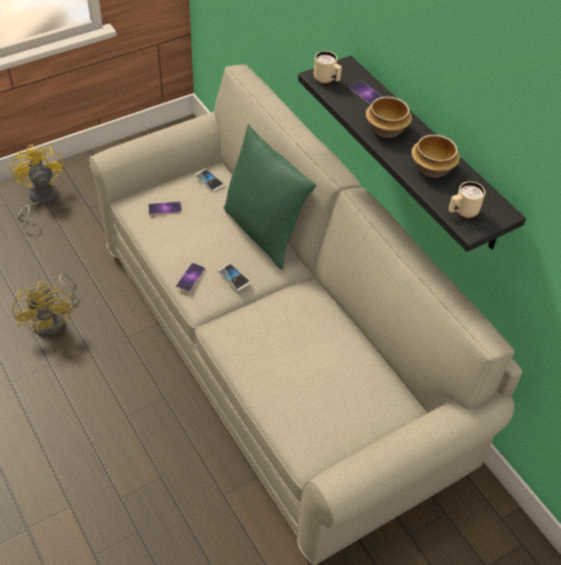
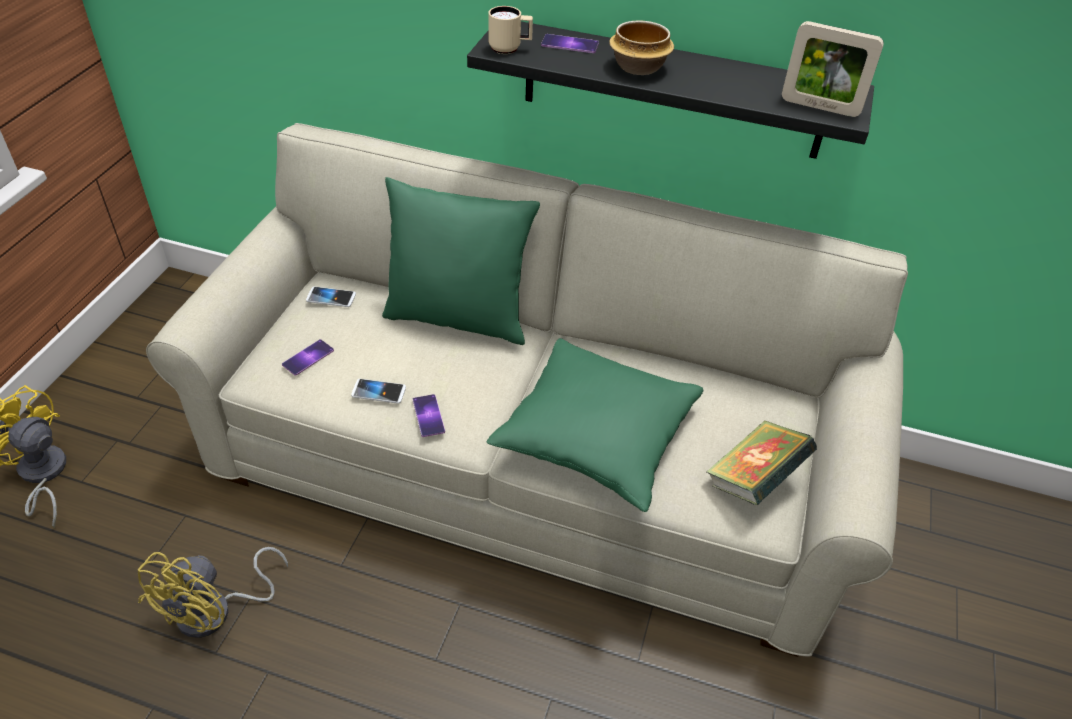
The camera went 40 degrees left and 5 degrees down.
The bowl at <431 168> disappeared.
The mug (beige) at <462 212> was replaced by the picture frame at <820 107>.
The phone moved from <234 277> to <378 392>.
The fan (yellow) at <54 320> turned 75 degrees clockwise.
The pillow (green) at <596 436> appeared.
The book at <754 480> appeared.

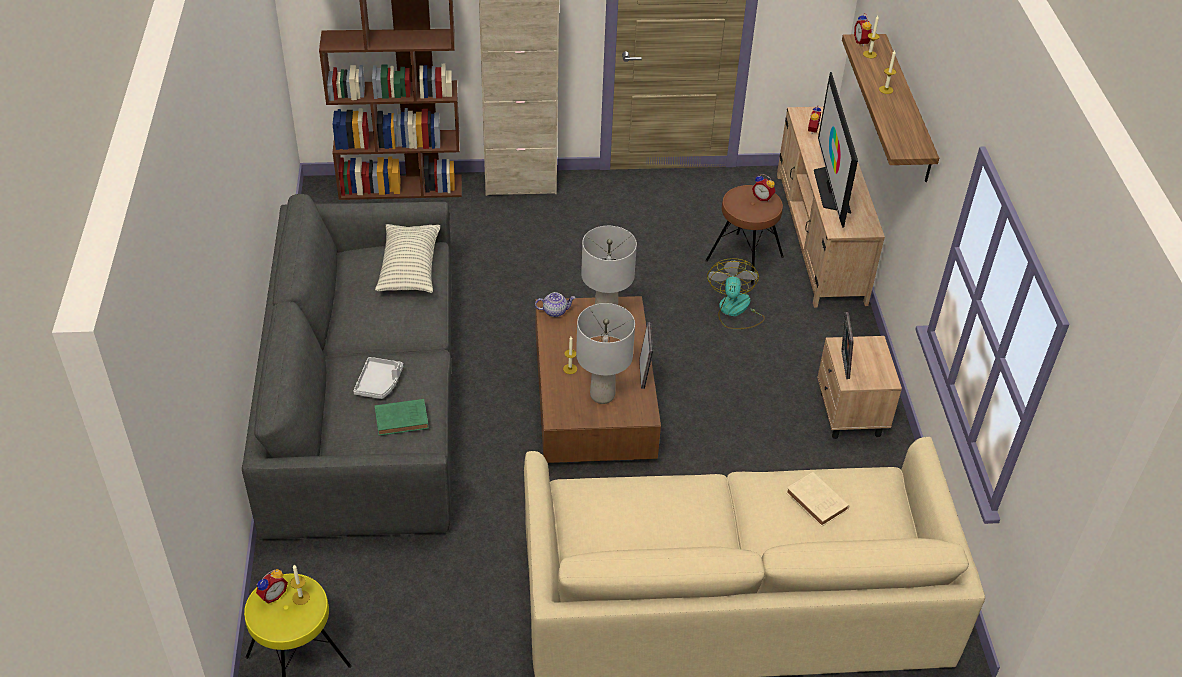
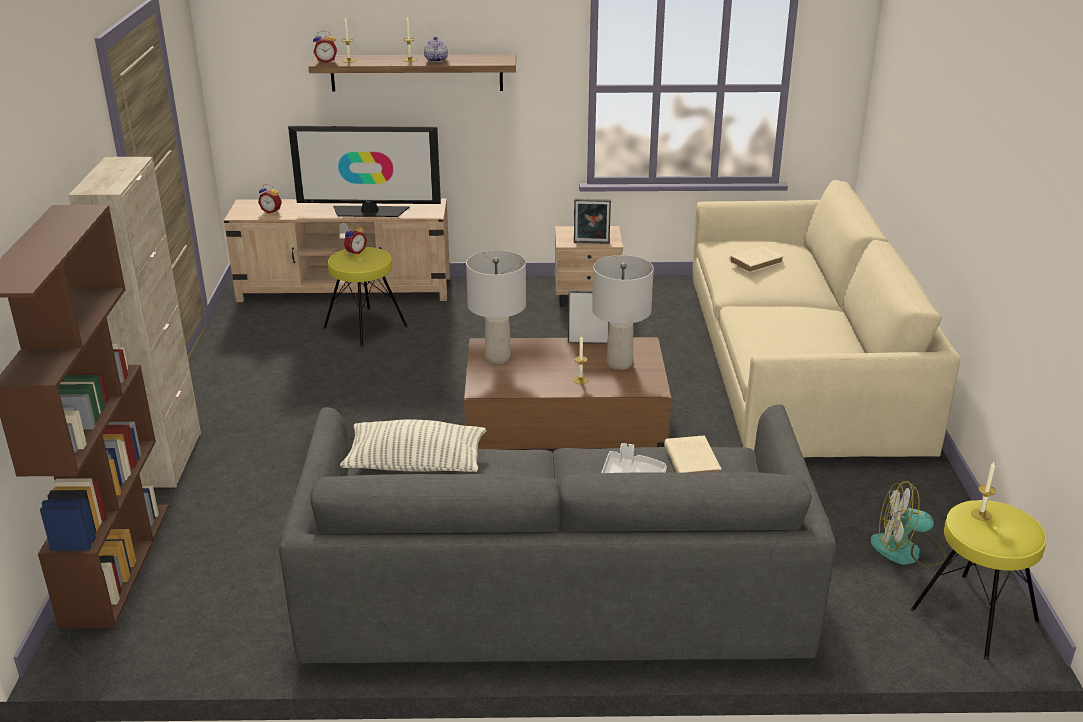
The camera went 85 degrees left and 15 degrees down.
The stool (brown) at <745 258> became the stool (yellow) at <365 327>.
The fan moved from <735 311> to <907 551>.
The teapot moved from <555 311> to <435 60>.
The book (green) at <403 419> became the book (beige) at <691 461>.
The alarm clock at <272 595> disappeared.

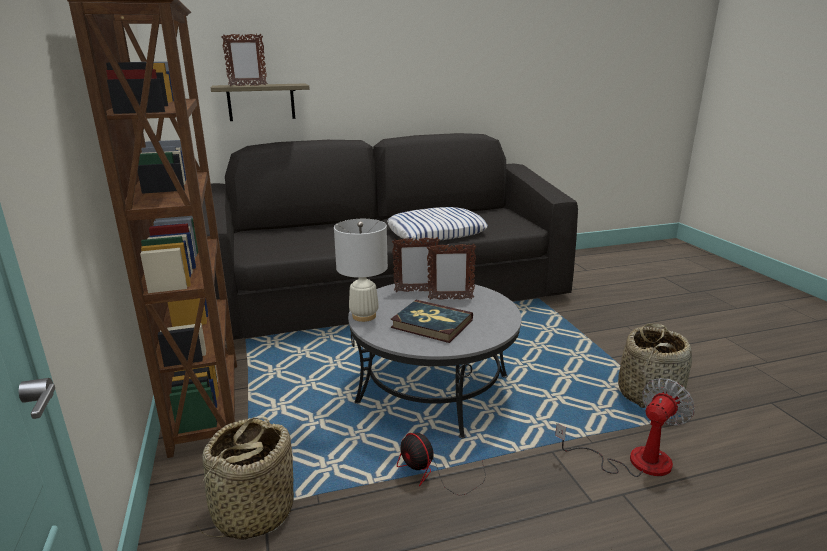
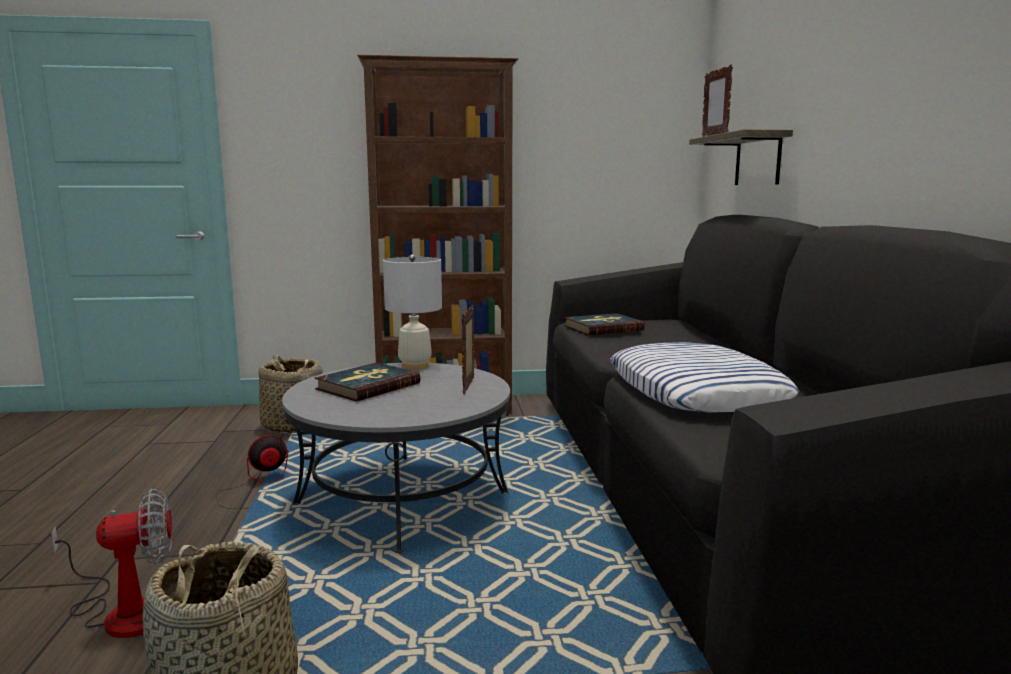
The camera went 100 degrees right and 10 degrees down.
The picture frame at <450 299> disappeared.
The fan at <634 461> turned 75 degrees counterclockwise.
The book at <603 328> appeared.

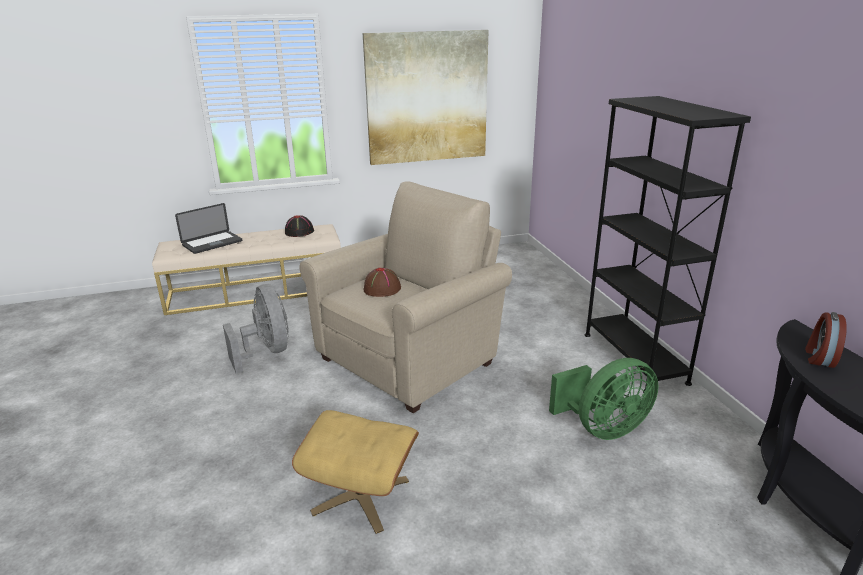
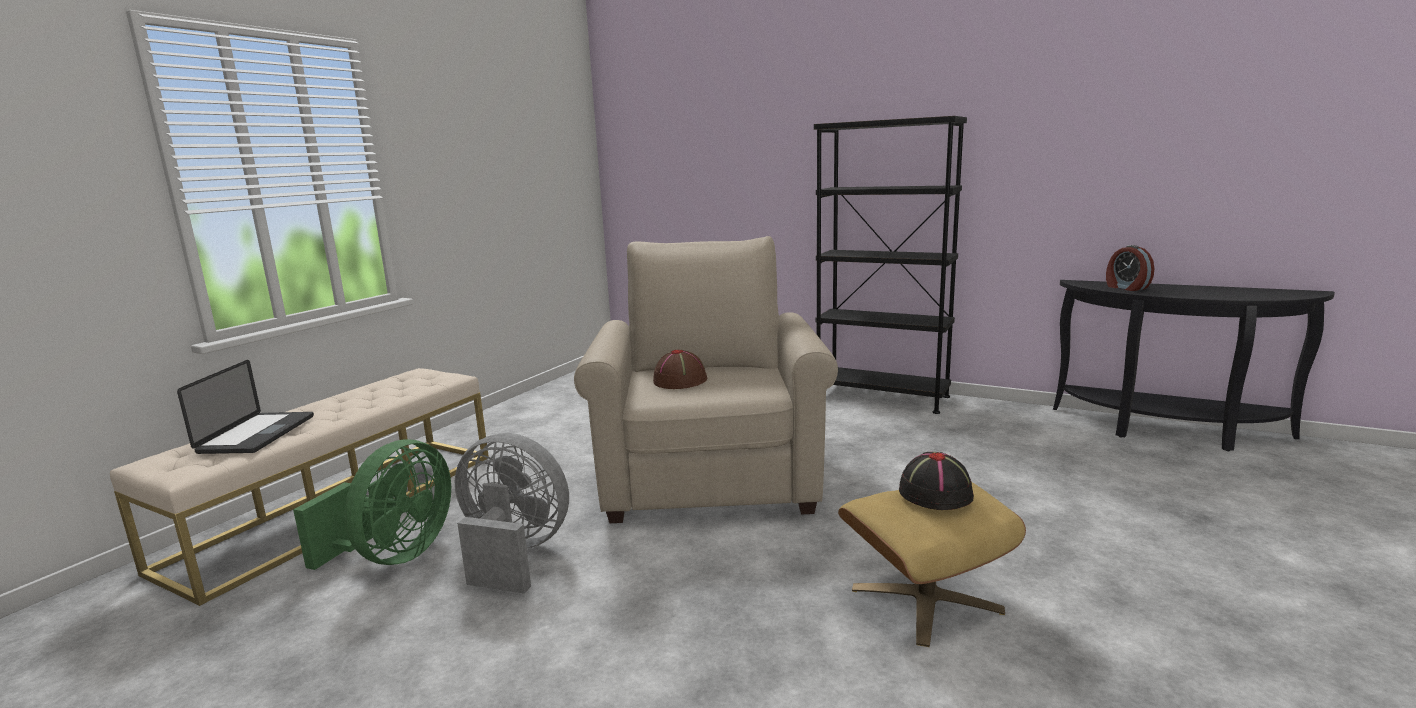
The camera went 45 degrees left and 10 degrees down.
The picture at <427 98> disappeared.
The hat (black) moved from <299 232> to <935 492>.
The fan (green) moved from <603 428> to <395 555>.

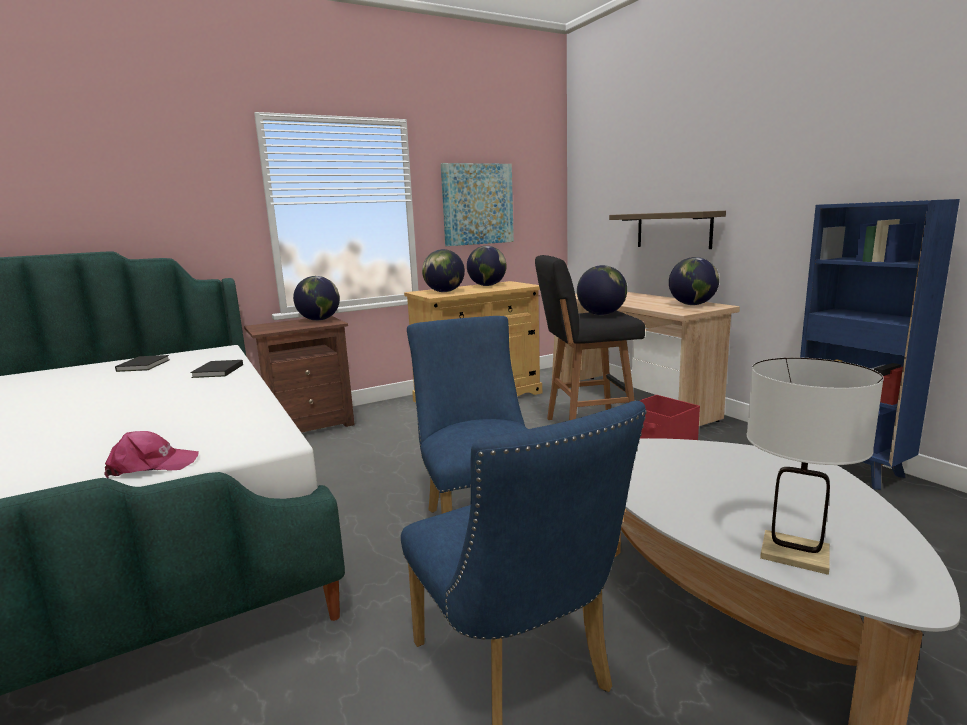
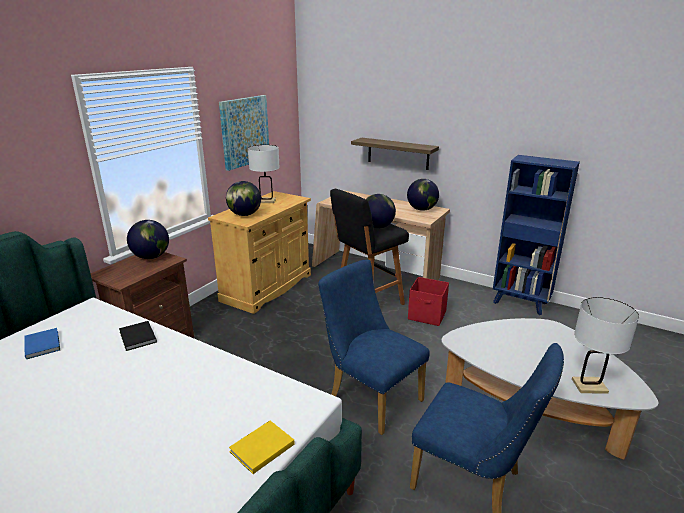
The camera went 30 degrees left and 10 degrees up.
The globe at <487 285> was replaced by the table lamp (white) at <266 201>.
The book (black) at <145 365> became the book (blue) at <43 344>.
The cap (pink) at <151 466> was replaced by the book (yellow) at <260 448>.

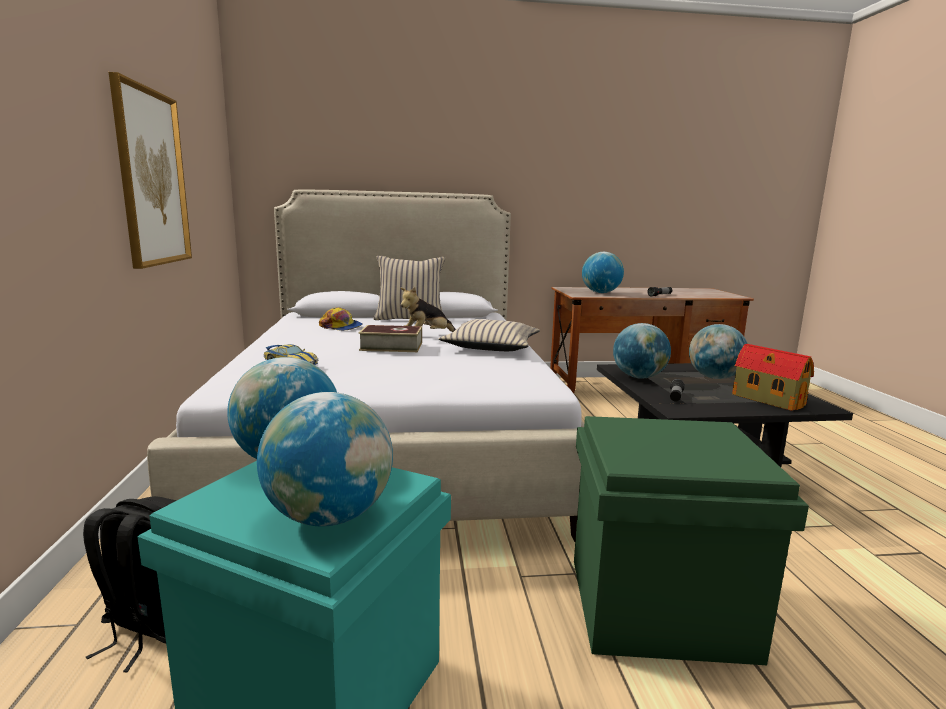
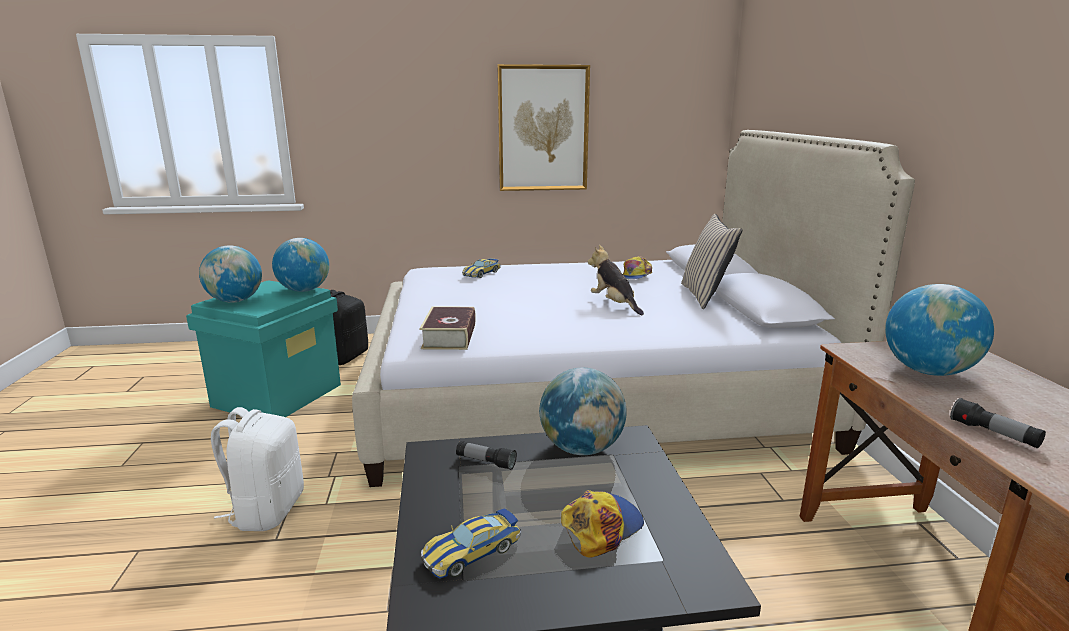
The camera went 90 degrees right and 5 degrees up.
The pillow (beige) at <491 347> disappeared.
The globe at <714 377> was replaced by the cap at <601 526>.
The book moved from <391 346> to <449 336>.
The toy house at <766 399> was replaced by the toy car at <472 551>.
The storage box (green) at <656 607> was replaced by the backpack (white) at <266 510>.

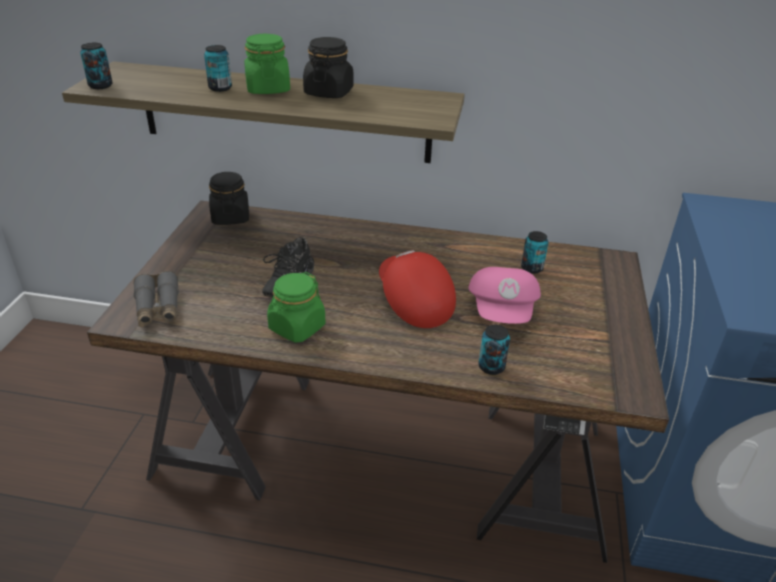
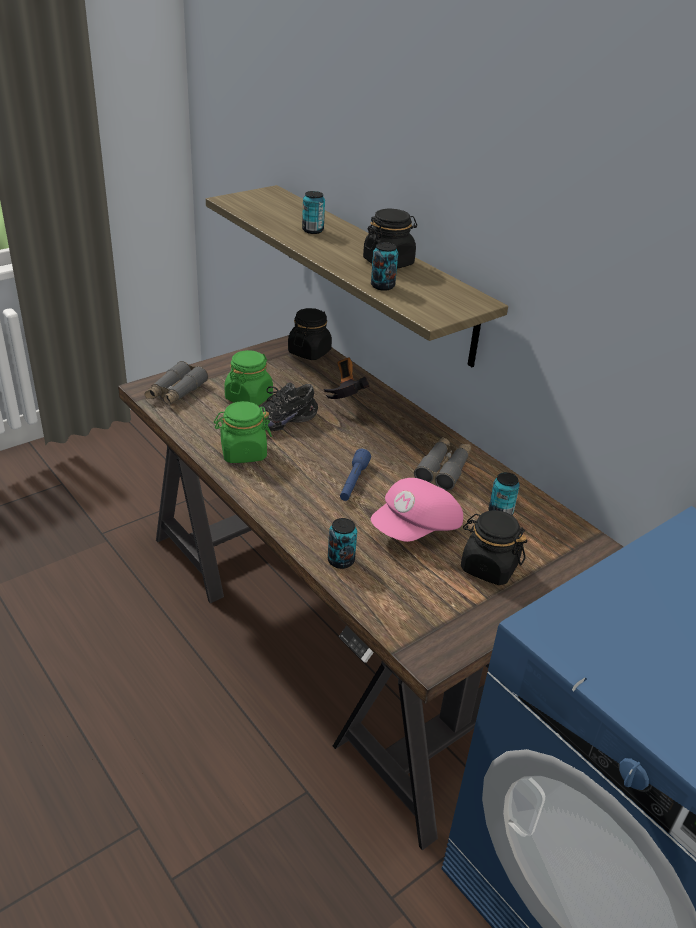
The camera went 40 degrees right and 0 degrees up.
The jar (green) moved from <268 89> to <249 397>.
The can moved from <100 86> to <382 286>.
The cap (red) at <413 302> was replaced by the flashlight (blue) at <353 482>.
The hammer at <340 390> appeared.
The binoculars (grey) at <443 469> appeared.
The jar (black) at <488 567> appeared.

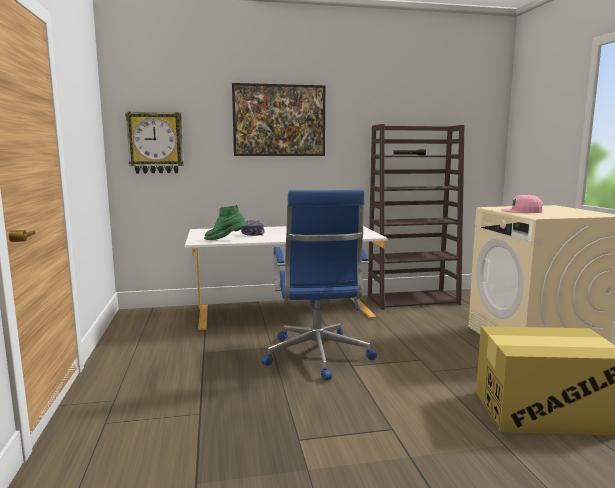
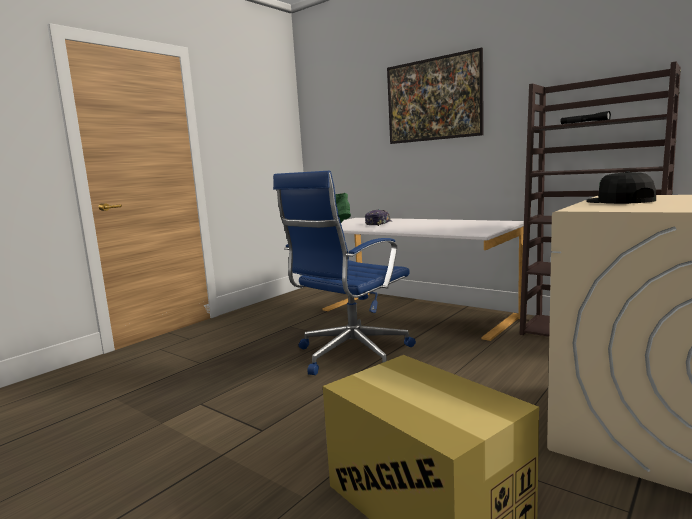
The camera went 50 degrees right and 0 degrees up.
The wall clock at <156 143> disappeared.
The cap (pink) at <522 211> became the cap (black) at <619 201>.

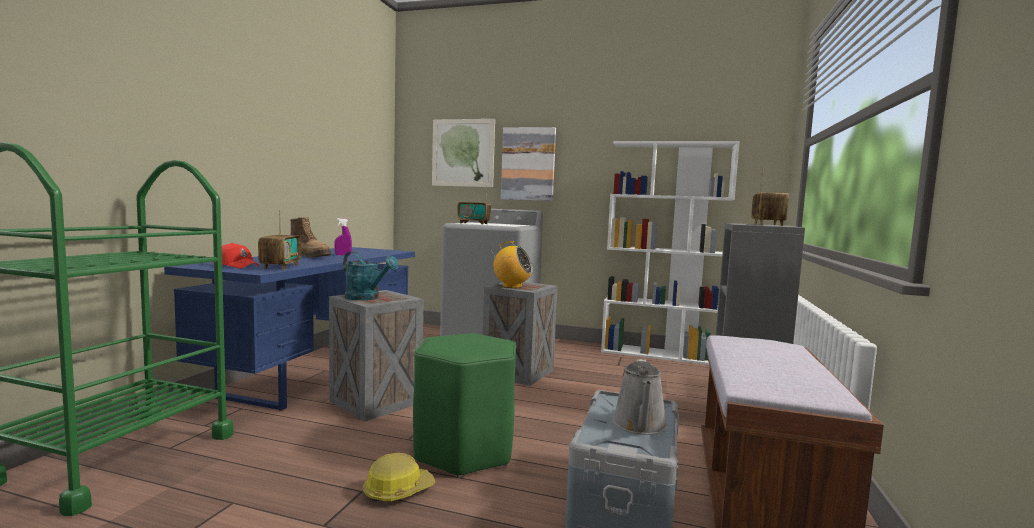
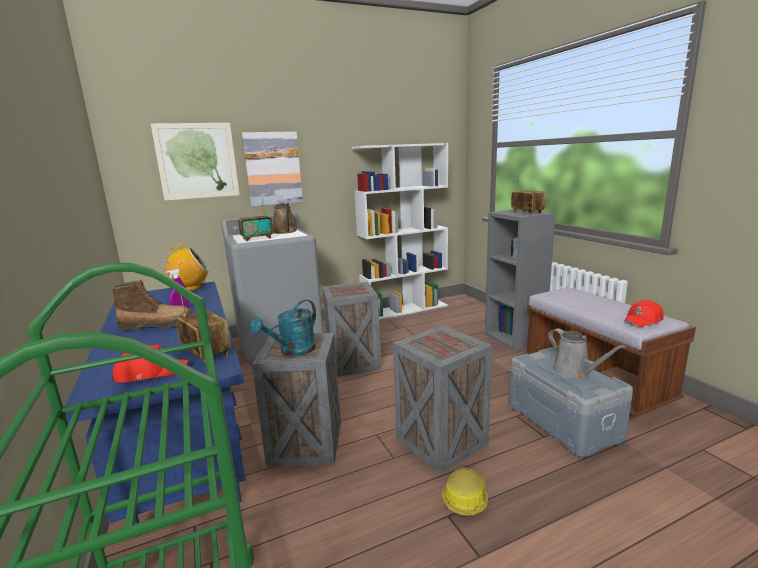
The camera went 40 degrees left and 10 degrees up.
The radio moved from <512 286> to <190 288>.
The watering can (turquoise) at <367 298> turned 135 degrees clockwise.
The stool (green) at <464 450> was replaced by the crate at <441 442>.
The watering can (brown) at <285 232> appeared.
The cap (red) at <643 320> appeared.

